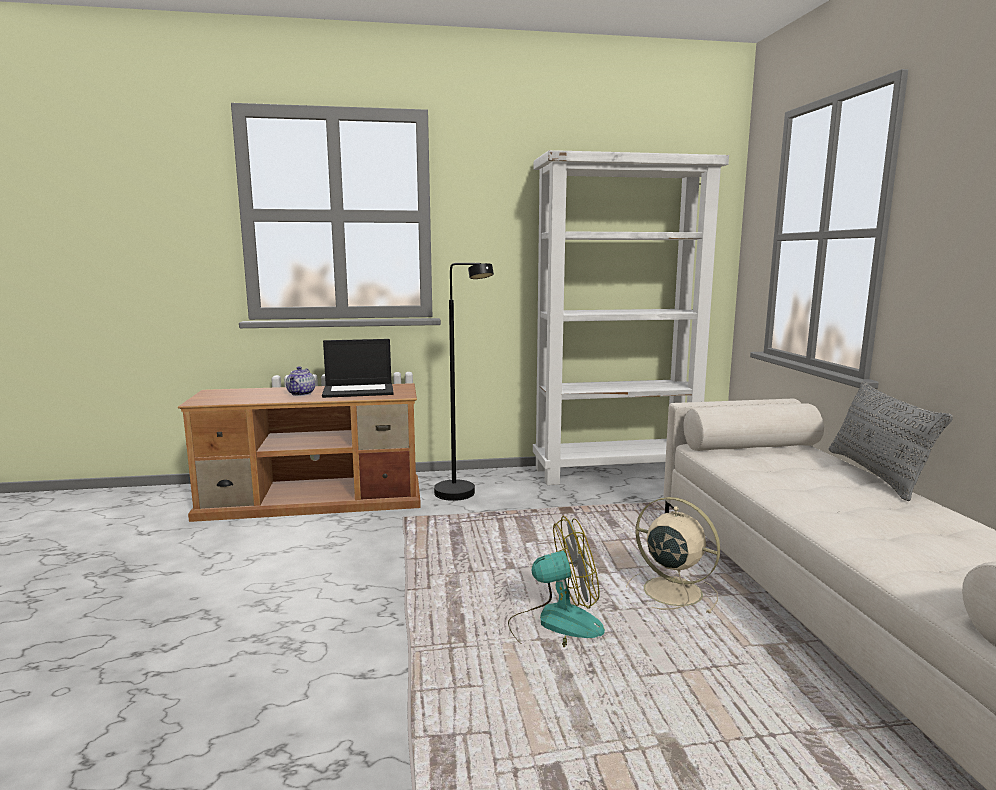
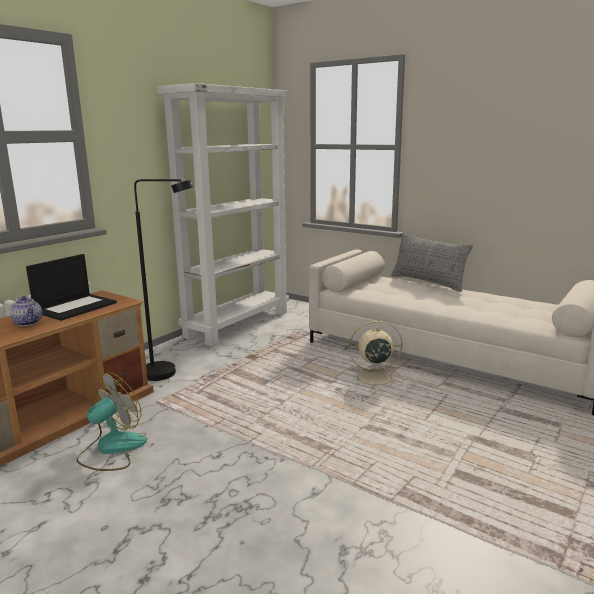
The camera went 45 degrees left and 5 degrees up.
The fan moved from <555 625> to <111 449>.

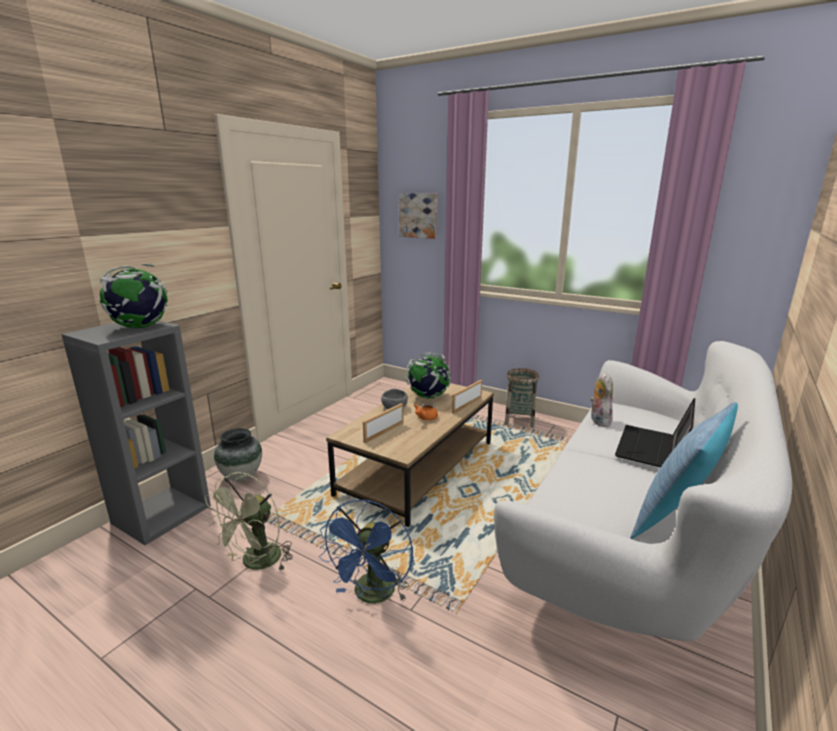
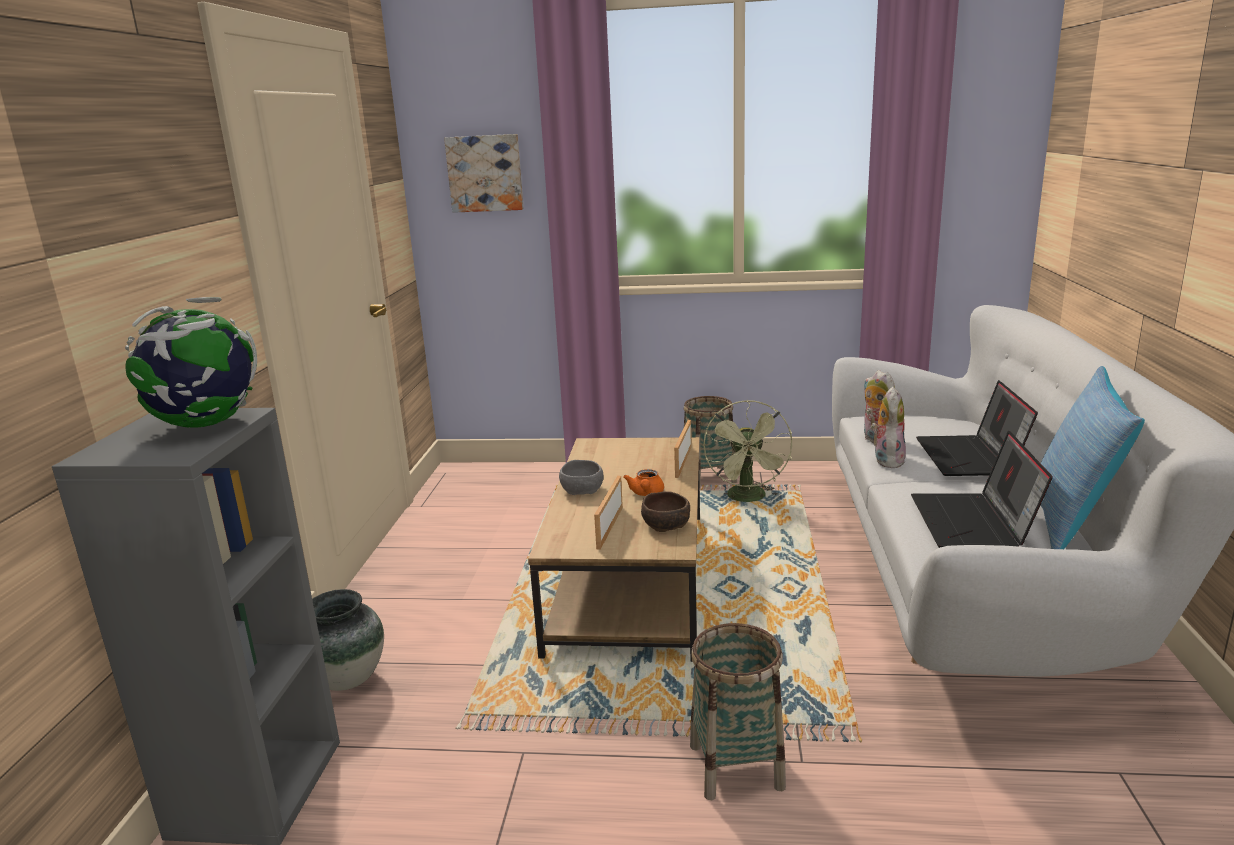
The camera went 25 degrees left and 0 degrees up.
The globe at <428 396> disappeared.
The fan (green) moved from <256 563> to <749 499>.
The fan (blue) at <372 596> was replaced by the basket at <736 766>.
The plush toy at <886 460> appeared.
The laptop at <974 523> appeared.
The bowl (brown) at <667 525> appeared.

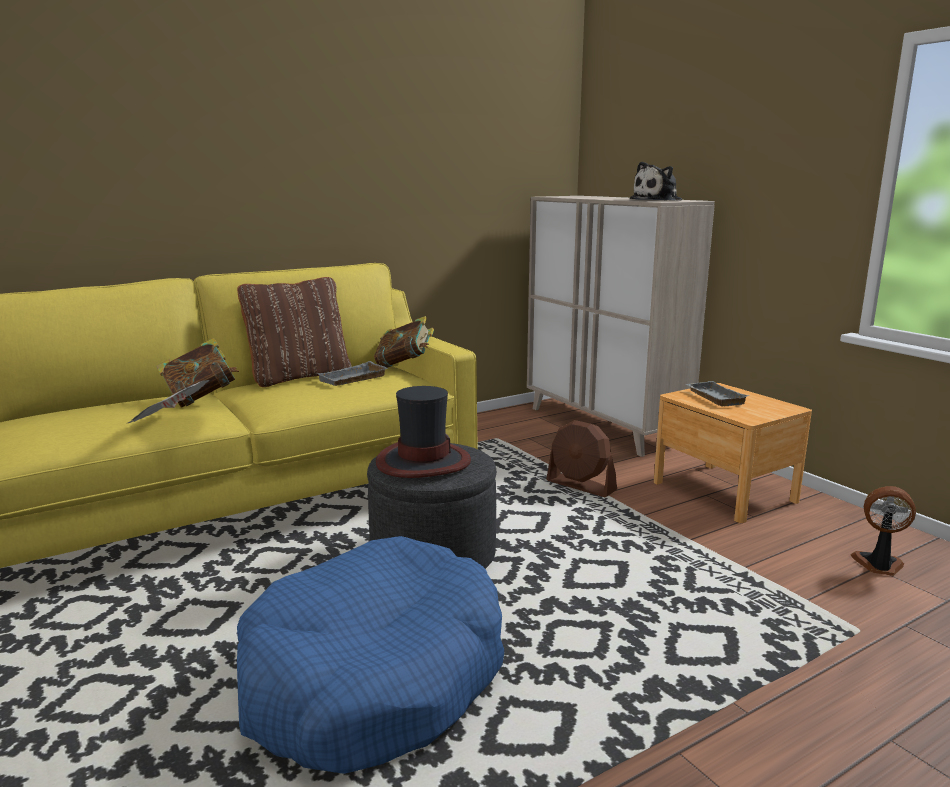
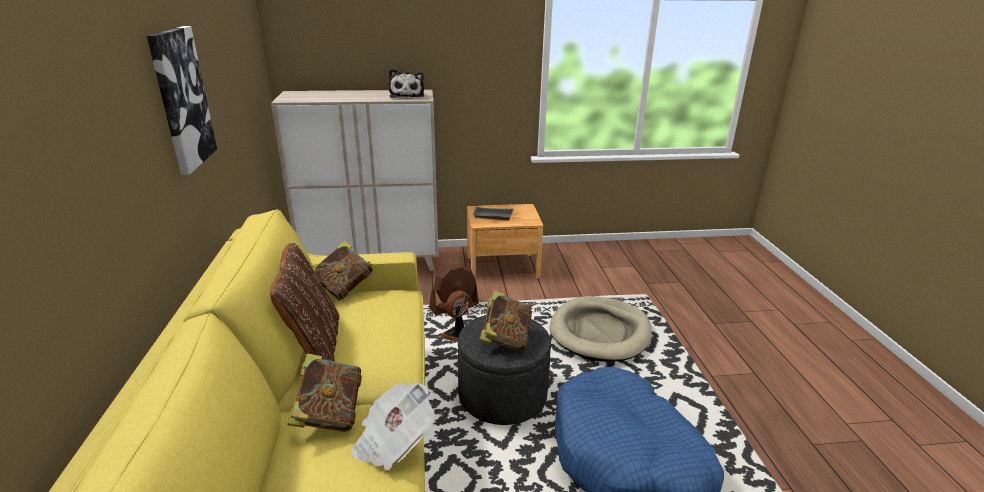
The camera went 65 degrees left and 10 degrees up.
The tray (grey) at <353 379> disappeared.
The hat at <423 462> was replaced by the book at <505 339>.
The fan moved from <878 565> to <457 335>.
The picture at <181 99> appeared.
The dog bed (beige) at <600 332> appeared.

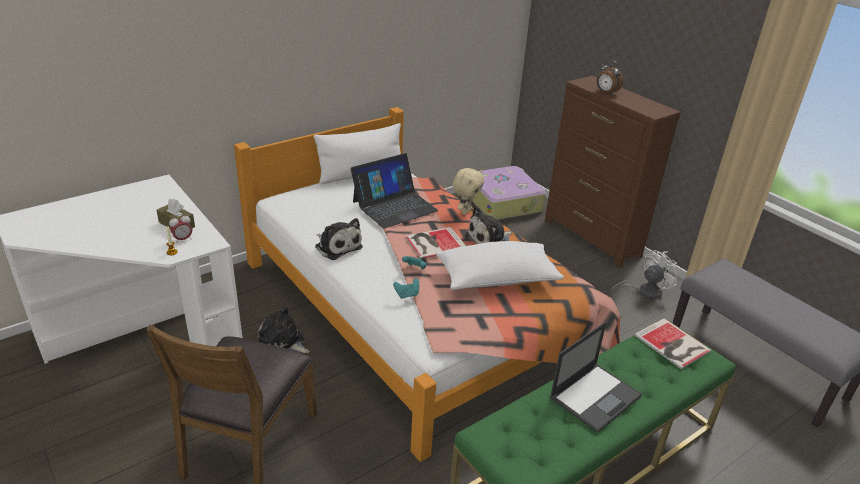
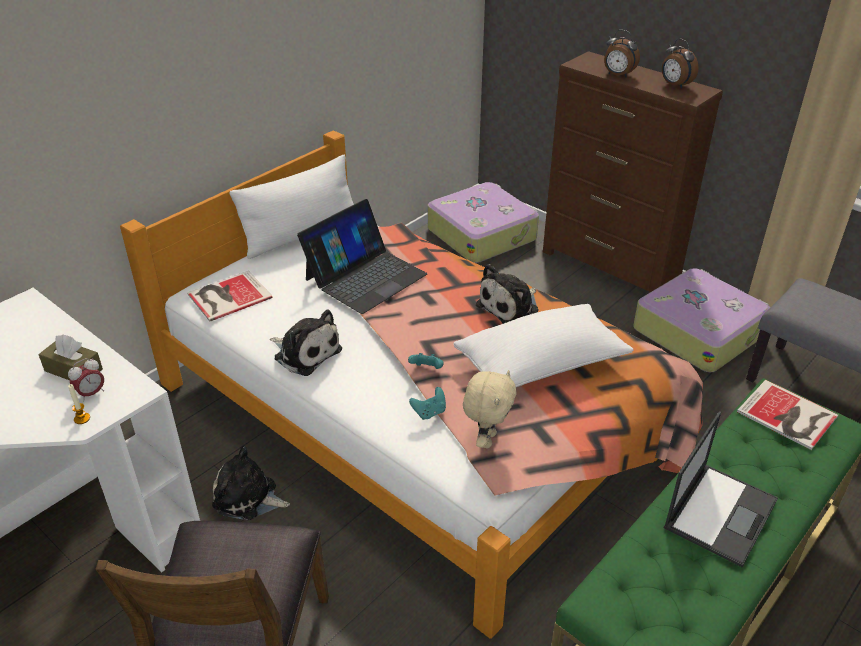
The camera went 10 degrees left and 5 degrees up.
The plush toy (beige) moved from <465 211> to <486 439>.
The book moved from <434 243> to <227 296>.
The fan (white) at <644 291> was replaced by the suitcase at <698 331>.
The alarm clock at <675 85> appeared.

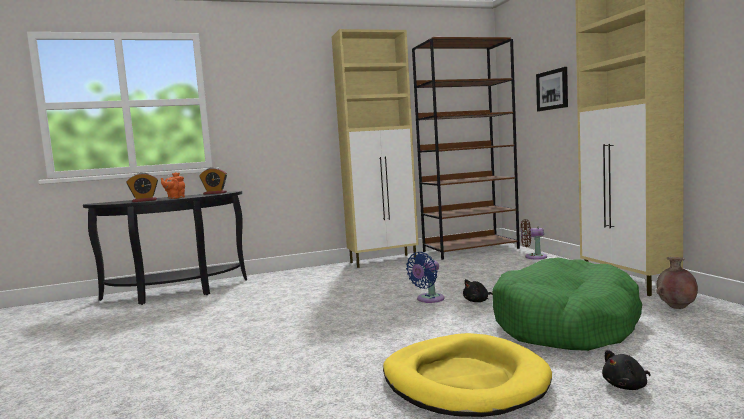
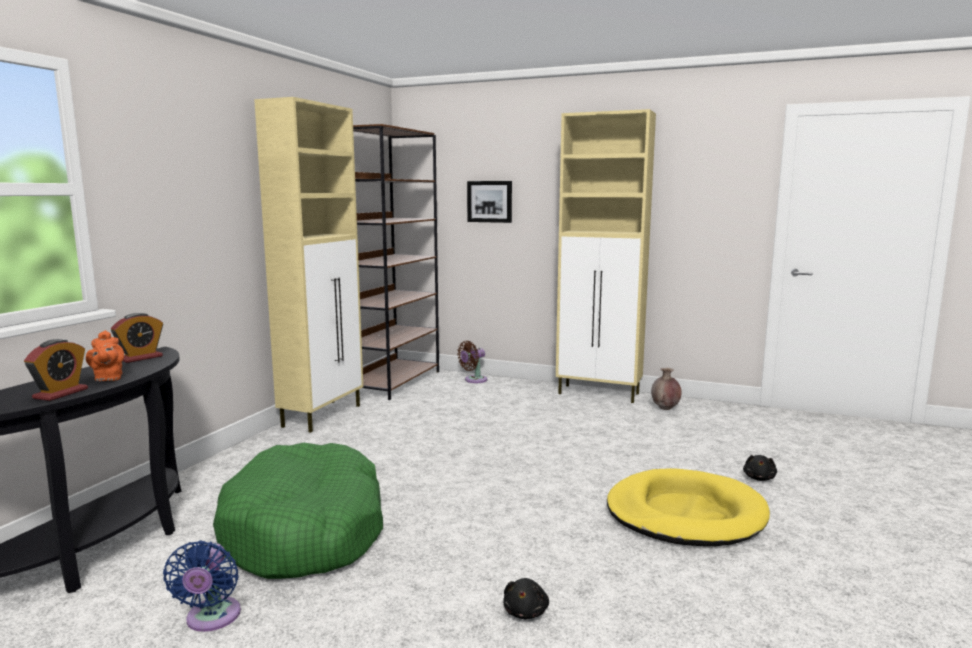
The camera went 50 degrees left and 5 degrees up.
The fan (blue) moved from <428 299> to <211 619>.
The dog bed (green) moved from <565 324> to <306 531>.
The plush toy (black) moved from <477 301> to <526 612>.

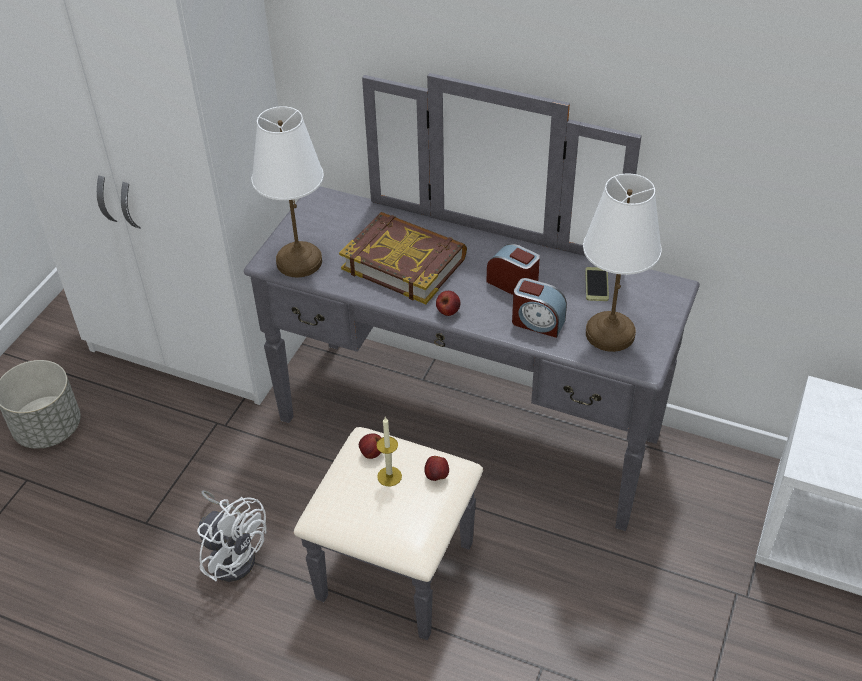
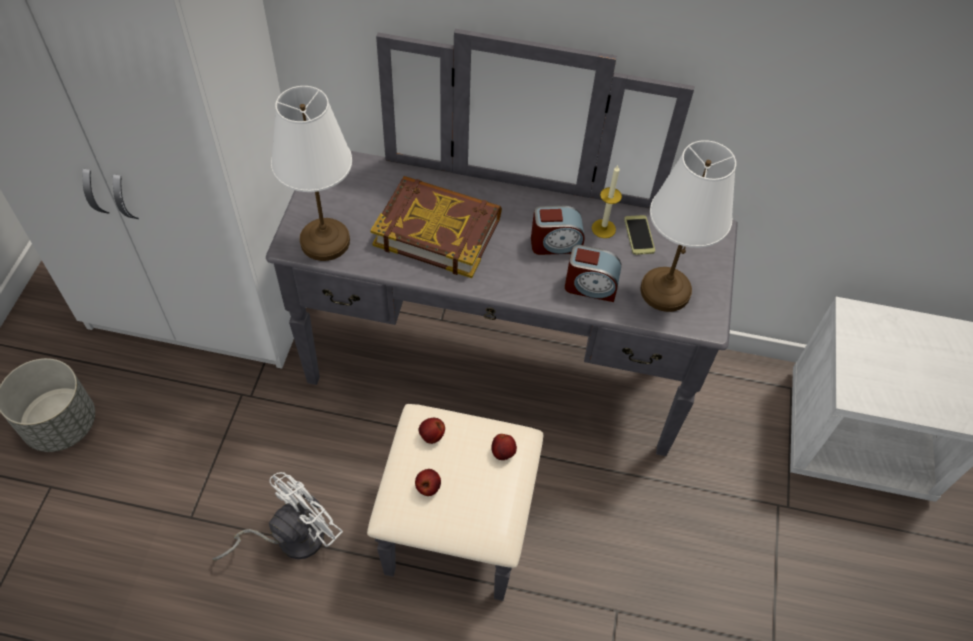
The camera went 15 degrees left and 10 degrees up.
The alarm clock at <513 284> turned 150 degrees clockwise.
The apple moved from <448 311> to <428 487>.
The candle moved from <389 476> to <603 228>.
The fan (white) at <233 553> turned 75 degrees counterclockwise.

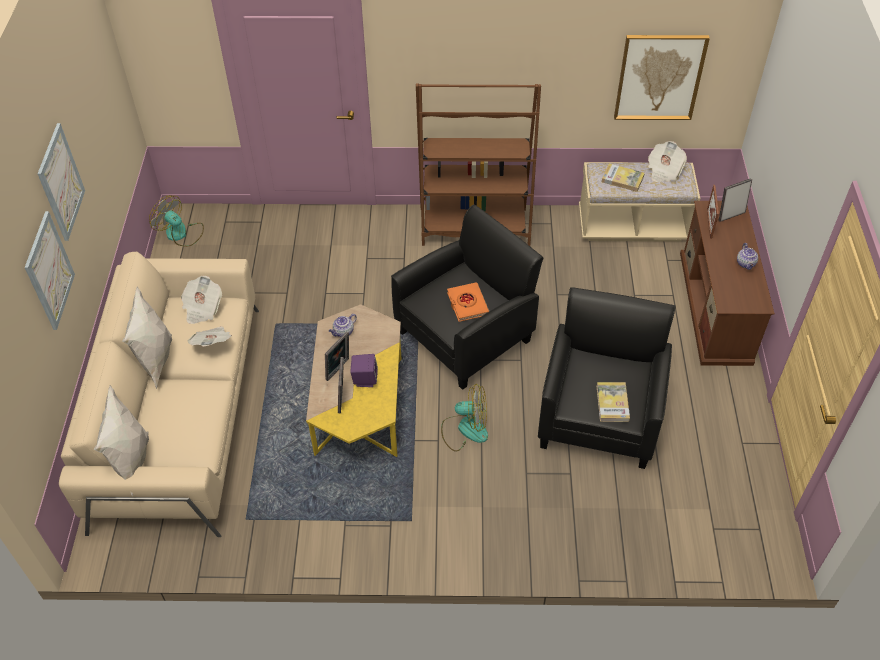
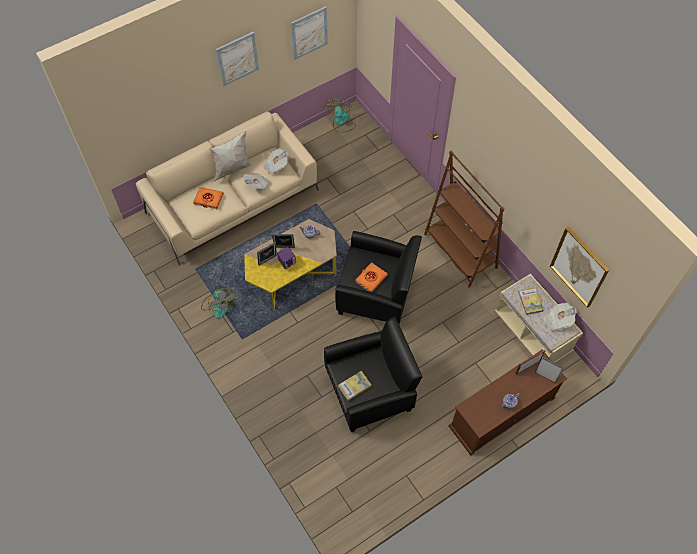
The camera went 55 degrees right and 10 degrees up.
The picture moved from <49 271> to <309 33>.
The fan moved from <465 429> to <218 305>.
The pillow (white) at <131 461> disappeared.
The book (orange) at <208 199> appeared.

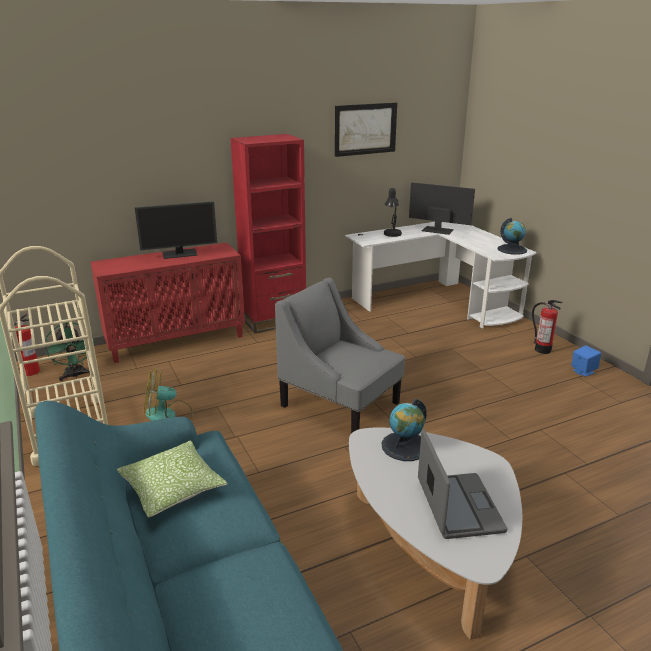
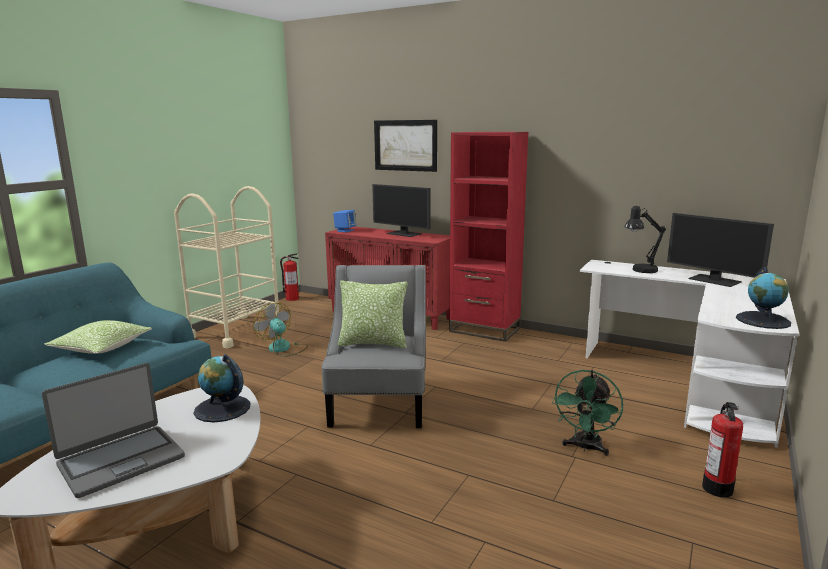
The camera went 55 degrees right and 10 degrees down.
The picture moved from <365 129> to <405 145>.
The monitor at <437 230> turned 150 degrees clockwise.
The fan (green) moved from <75 375> to <585 447>.
The speaker (blue) moved from <583 371> to <345 230>.
The pillow at <373 343> appeared.

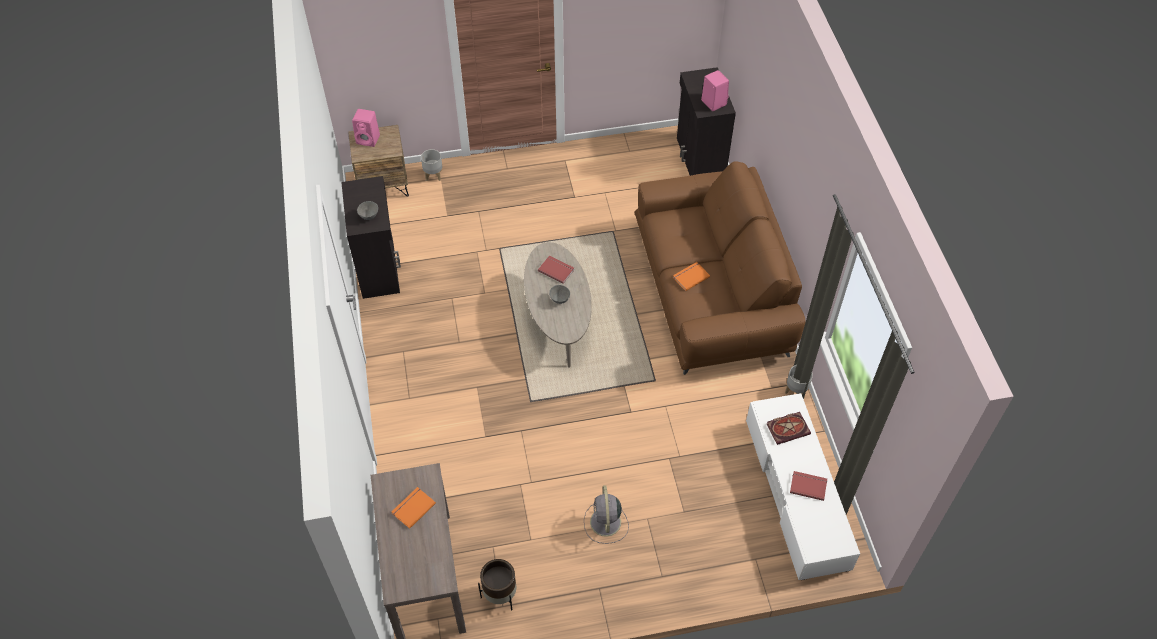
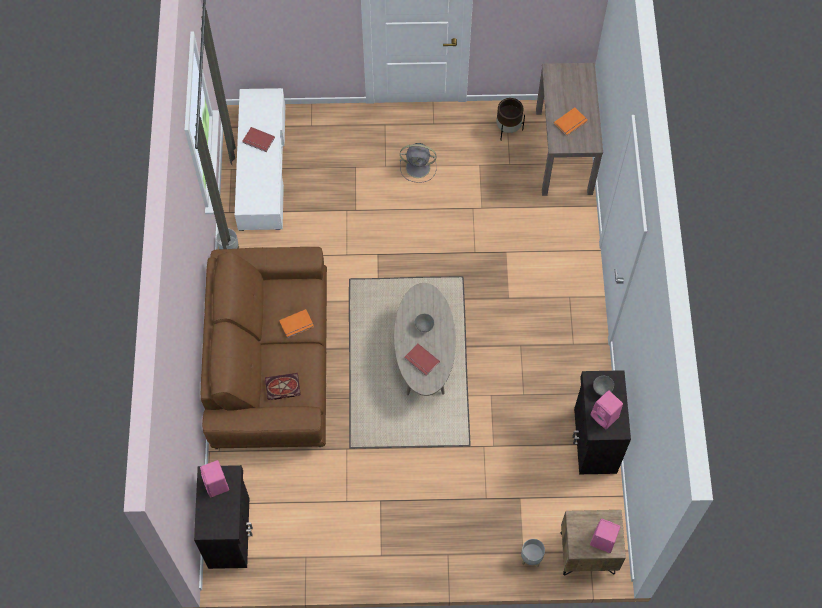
The camera went 170 degrees left and 10 degrees up.
The book moved from <788 428> to <282 388>.
The fan (grey) at <605 523> turned 90 degrees clockwise.
The speaker (pink) at <605 416> appeared.

